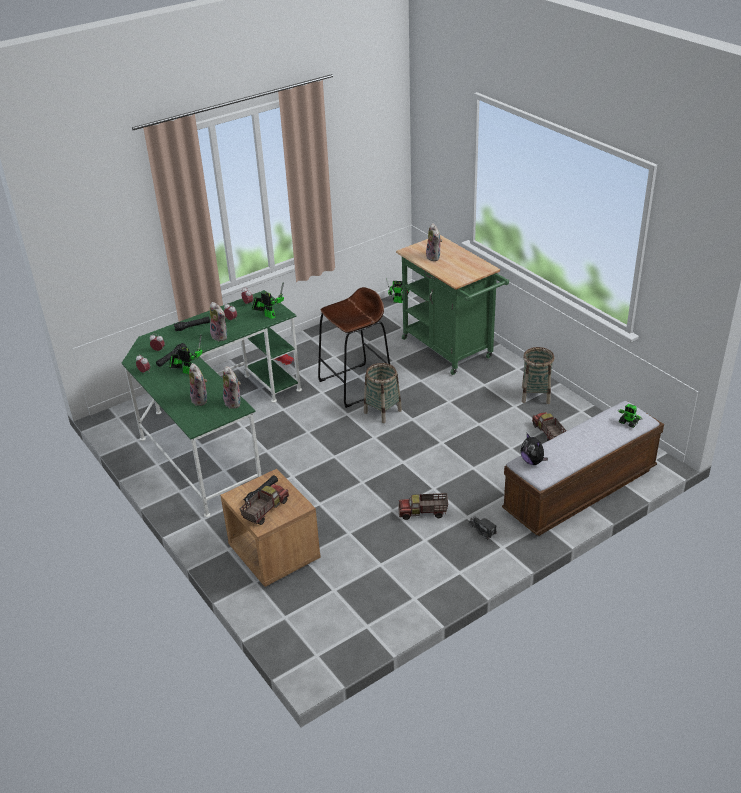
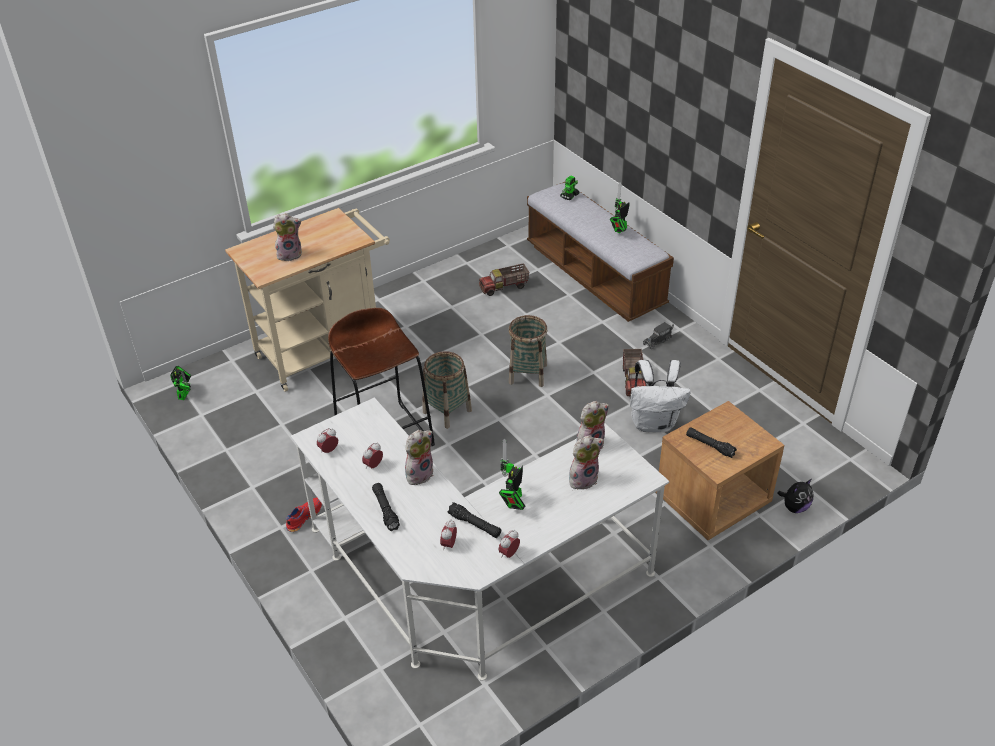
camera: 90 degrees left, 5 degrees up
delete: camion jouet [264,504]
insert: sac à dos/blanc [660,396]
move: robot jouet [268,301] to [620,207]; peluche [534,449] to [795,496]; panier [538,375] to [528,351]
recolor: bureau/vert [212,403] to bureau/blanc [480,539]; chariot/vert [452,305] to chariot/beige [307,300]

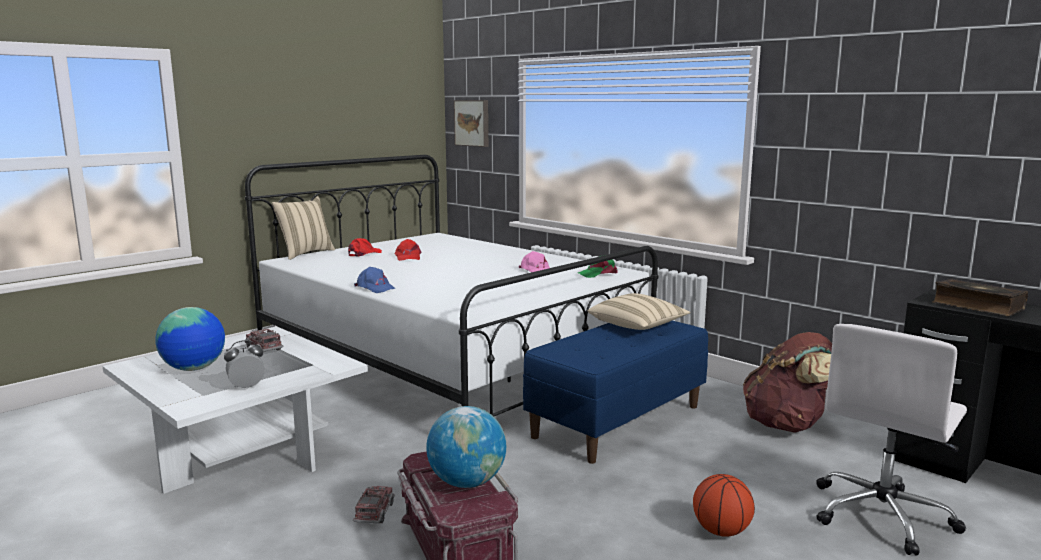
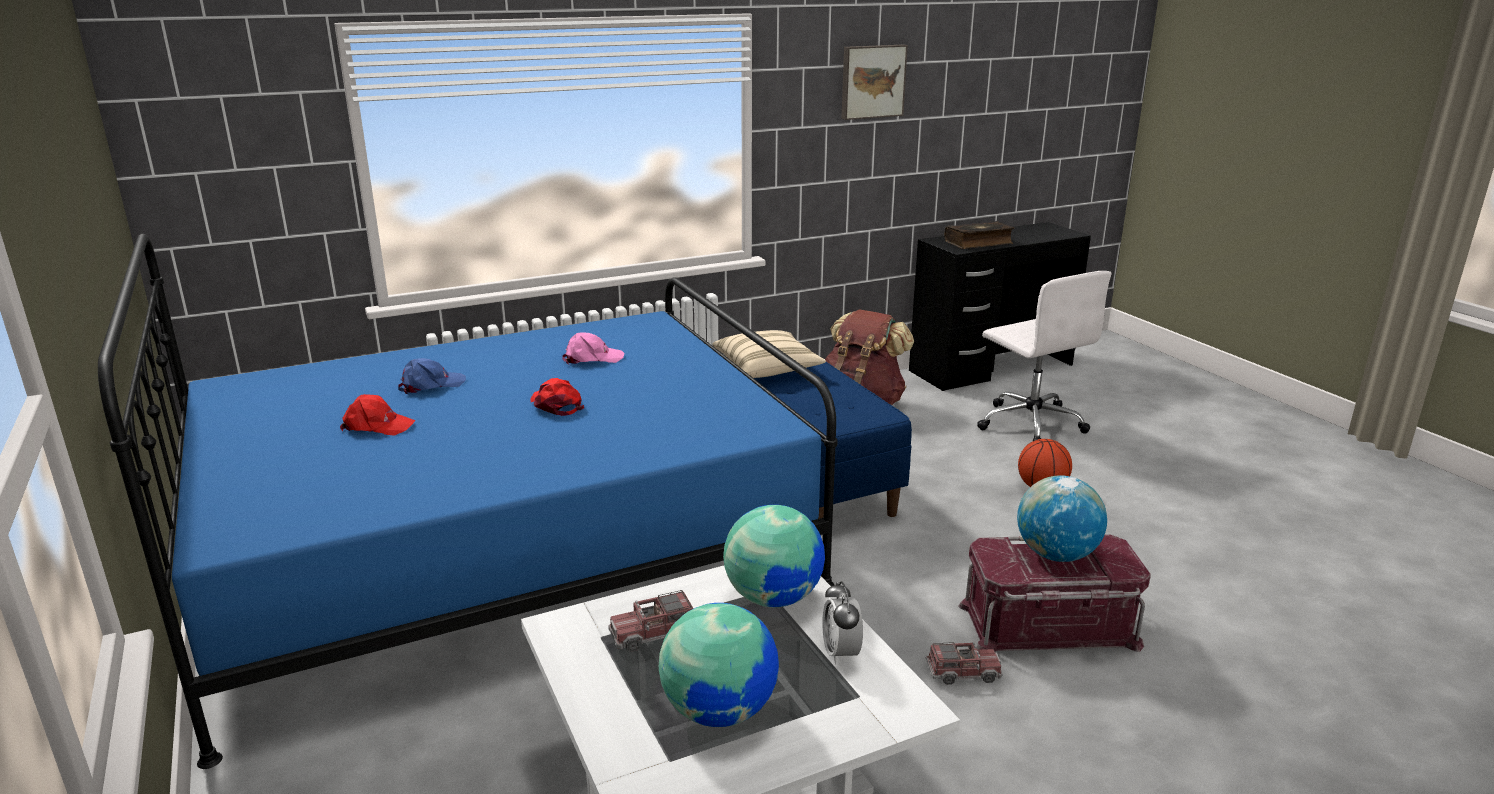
camera: 70 degrees left, 10 degrees up
delete: coussin/beige [303,228]; casquette/vert [598,266]
insert: globe [774,556]
move: casquette/rouge [365,247] to [557,397]; casquette/bleu [374,280] to [432,376]; tableau [471,123] to [874,82]
recolor: lit/blanc [451,285] to lit/bleu [468,501]
rotate: camion jouet [374,505] = [964,663] 150 degrees clockwise

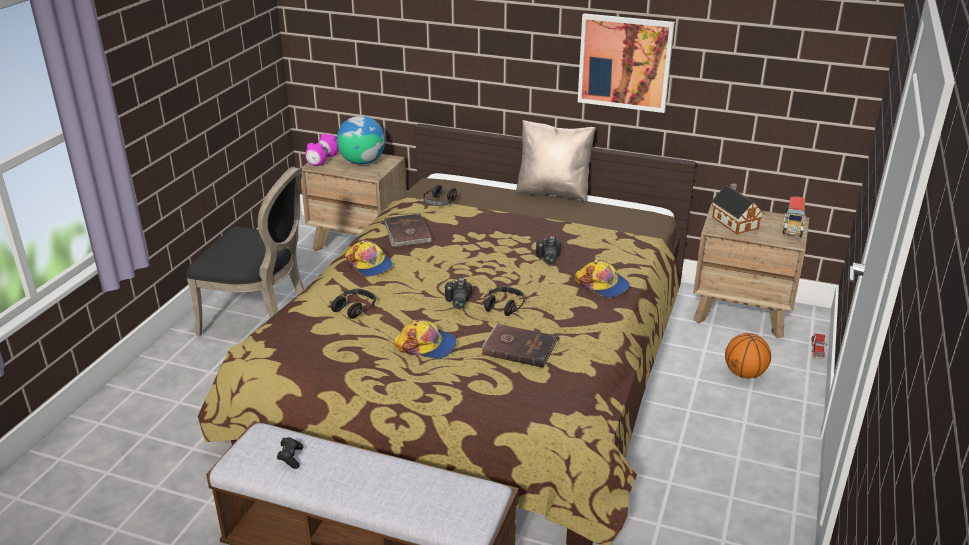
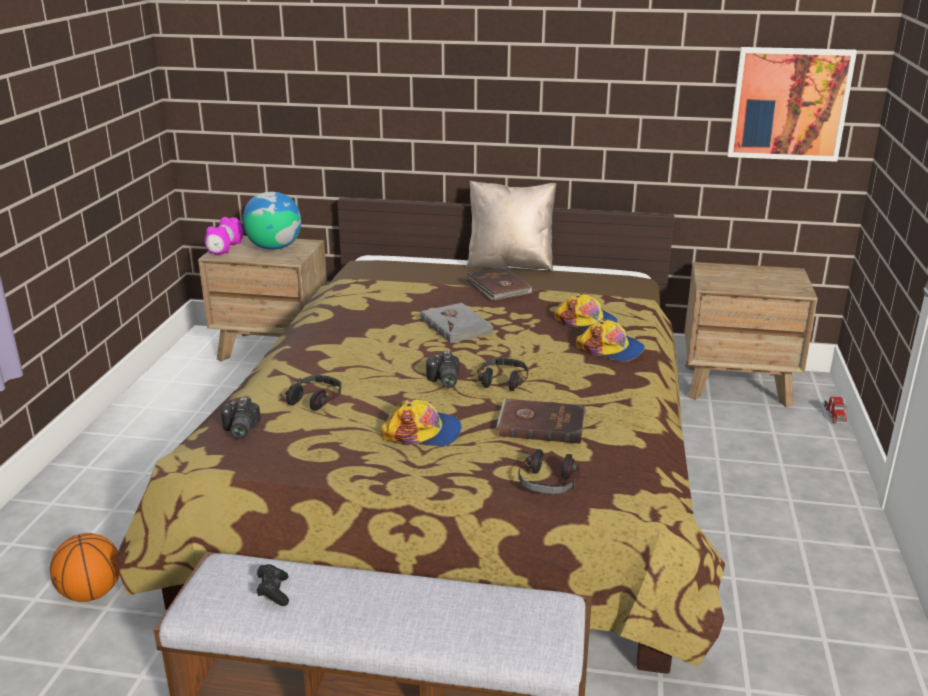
camera: 10 degrees left, 5 degrees down
delete: chaise/noir [245,251]; maison miniature [737,208]; camion jouet [794,216]
insert: livre/gris [457,323]
move: casquette [369,258] to [586,312]; livre/marron [408,230] to [499,284]; casque audio [440,195] to [549,471]; appareil photo [548,250] to [241,418]; tableau [626,63] to [792,104]; ballon de basket [748,355] to [85,567]

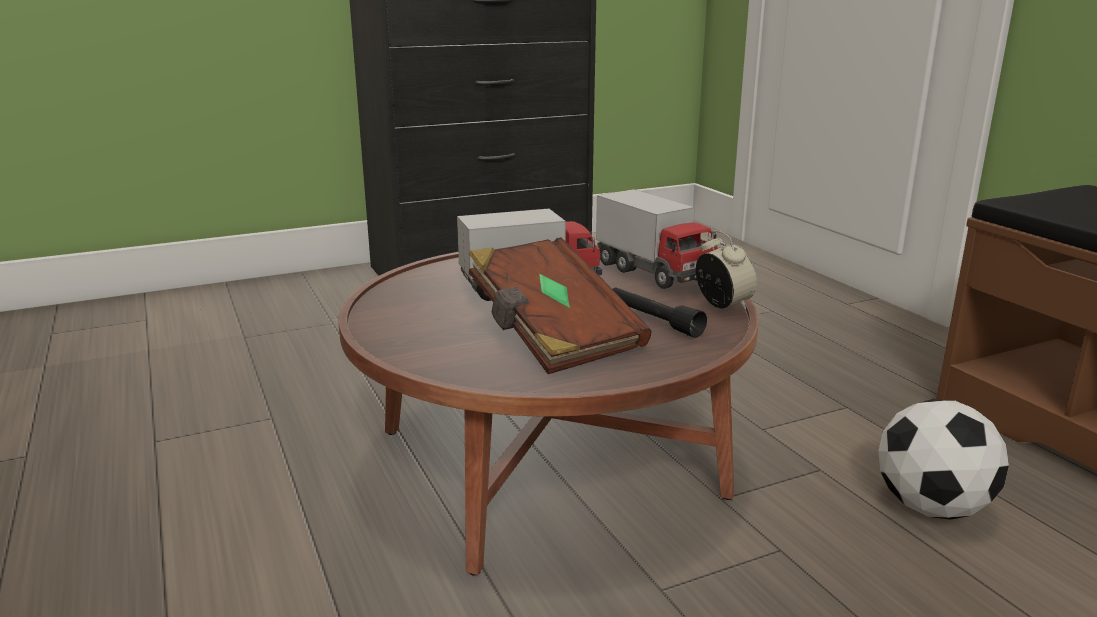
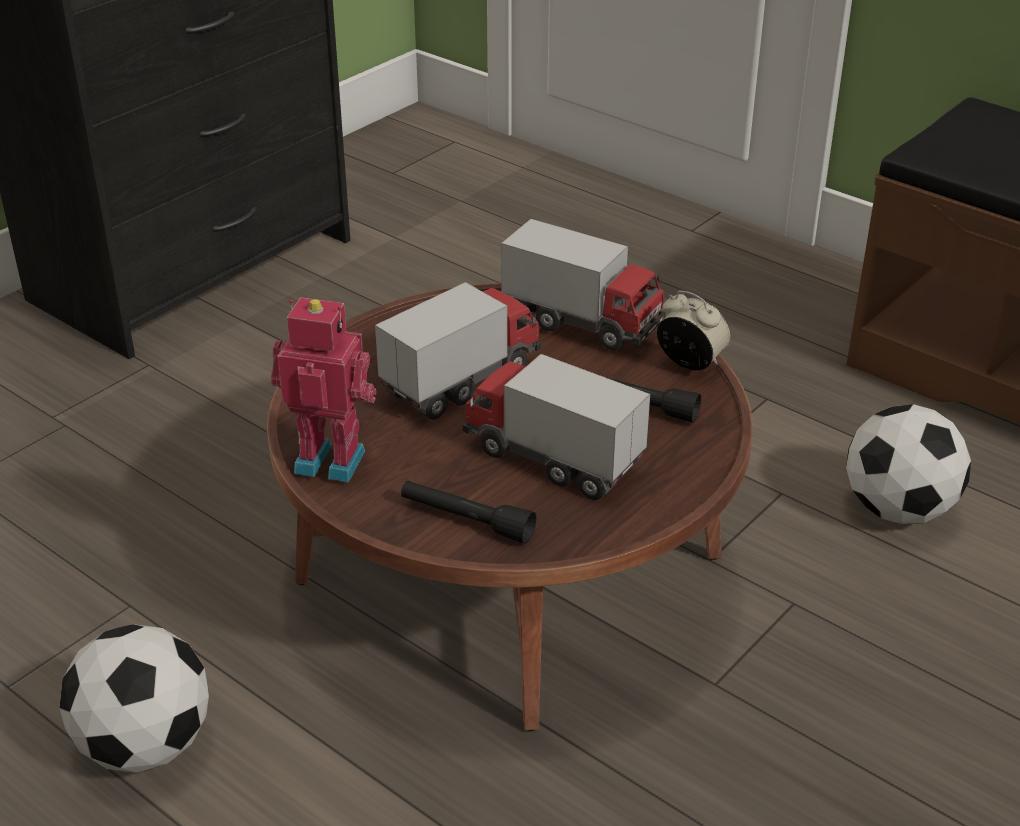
camera: 25 degrees left, 15 degrees up
insert: ballon de foot [134,698]; robot jouet [323,389]; lampe de poche/noir [468,512]
replace: livre/marron [560,305] to camion jouet [556,427]

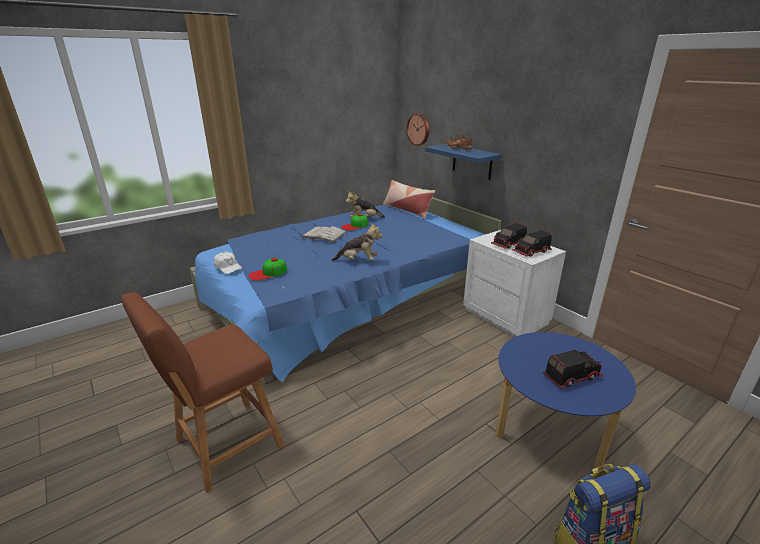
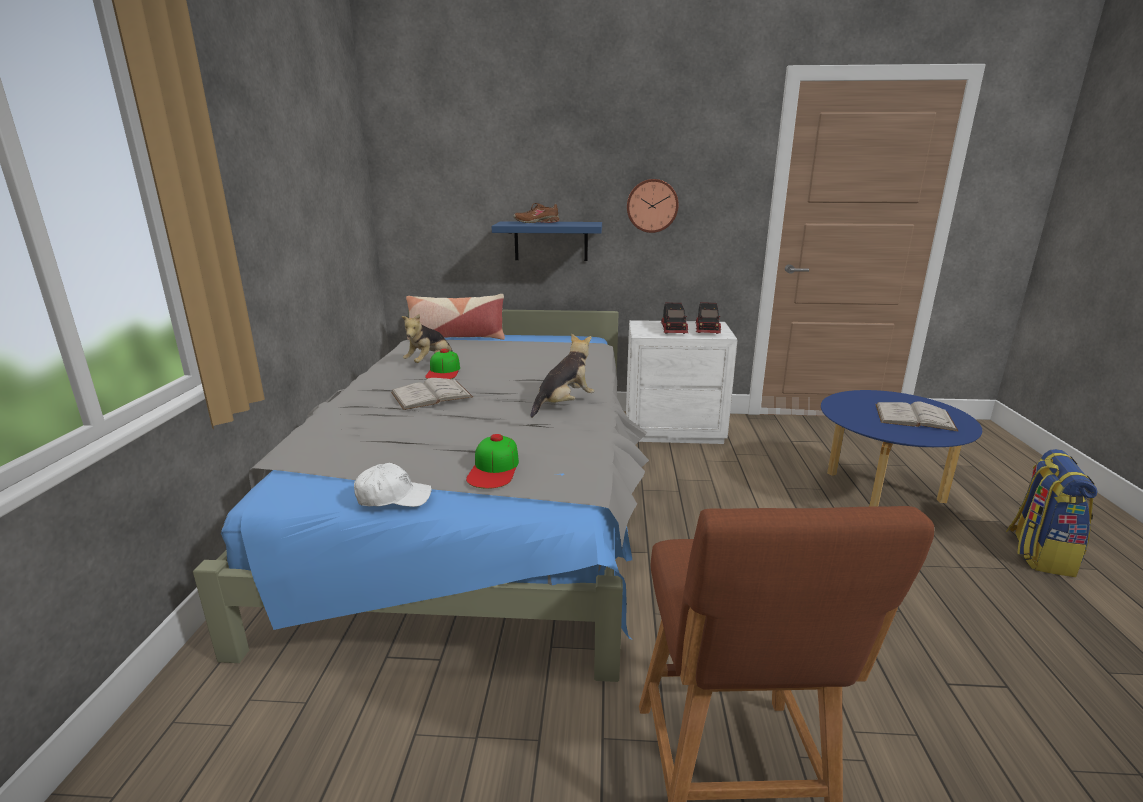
camera: 50 degrees left, 5 degrees down
move: horloge murale [417,129] to [653,206]
replace: camion jouet [573,369] to livre/blanc [916,416]
recolor: lit/bleu [345,292] to lit/gris [421,495]

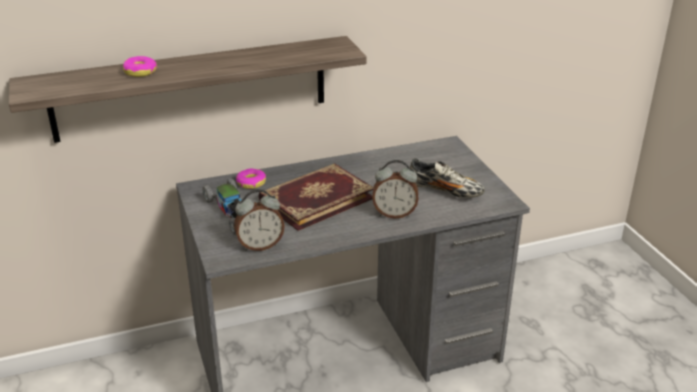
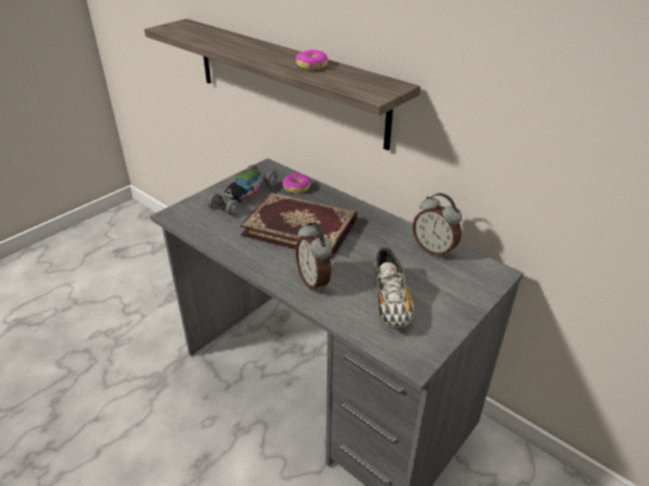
camera: 60 degrees right, 5 degrees up
move: beignet [140,66] to [312,60]; réveil [259,220] to [437,225]

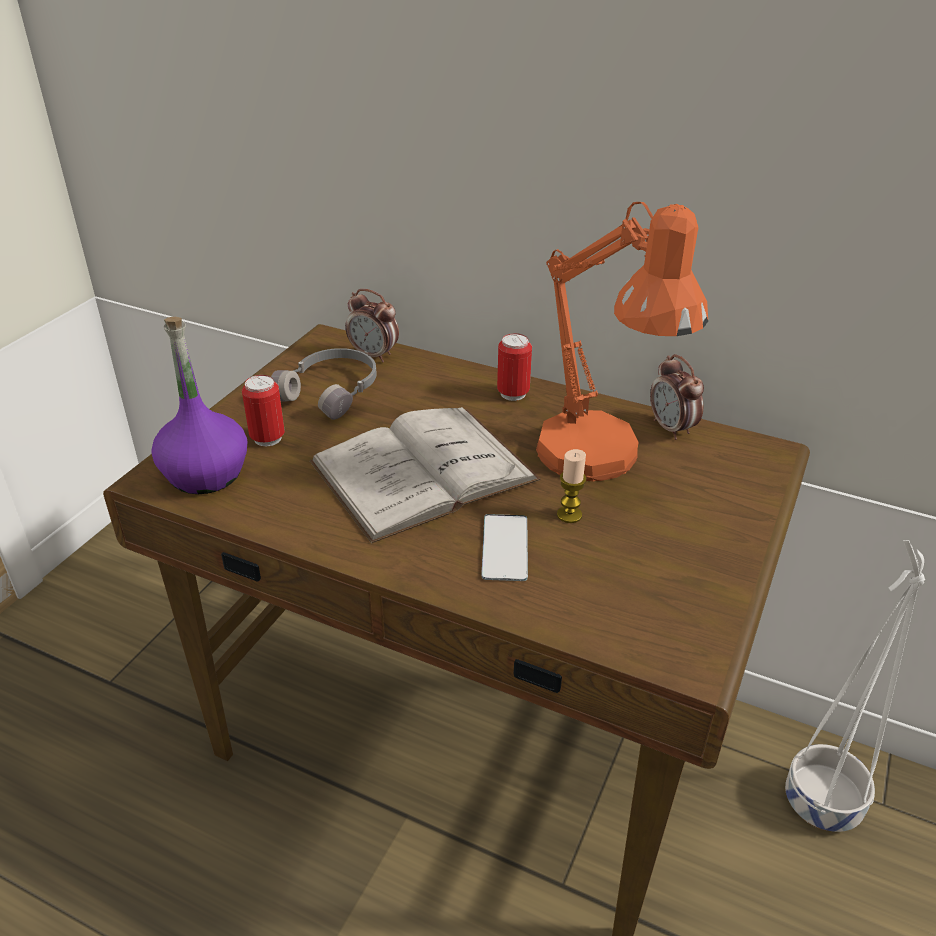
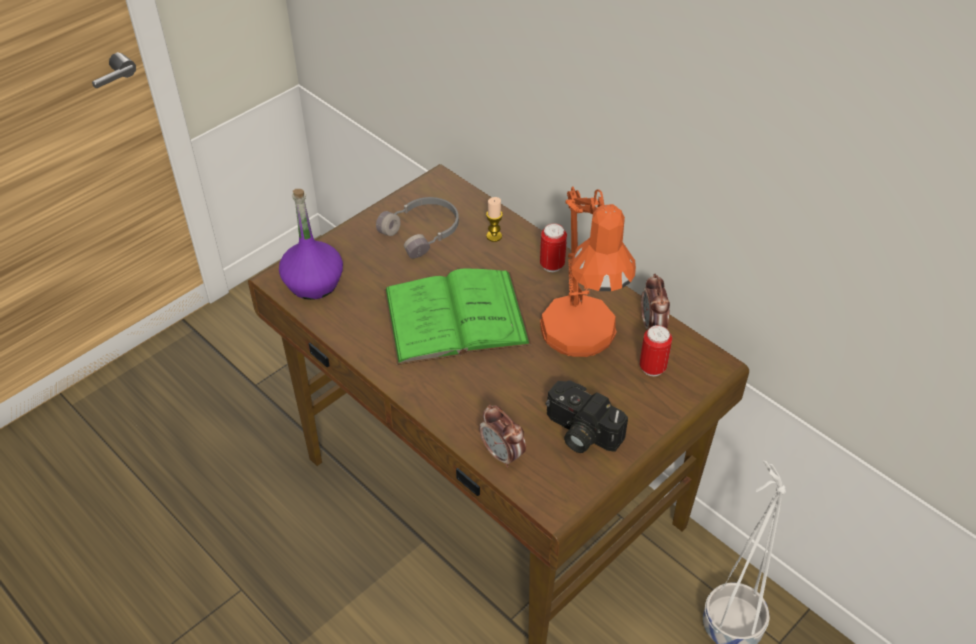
camera: 20 degrees right, 10 degrees up
delete: téléphone [504,547]
insert: appareil photo [587,416]
move: boîte métallique [263,411] to [656,350]; réveil [372,326] to [502,436]; bougie [571,486] to [494,219]
recolor: livre/blanc [425,475] to livre/vert [458,317]

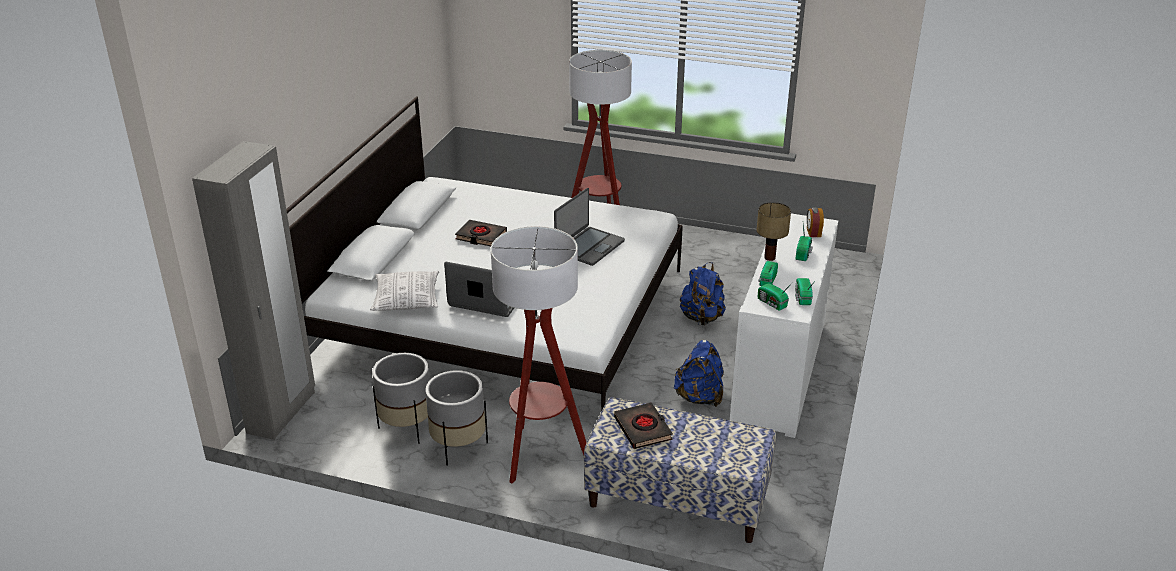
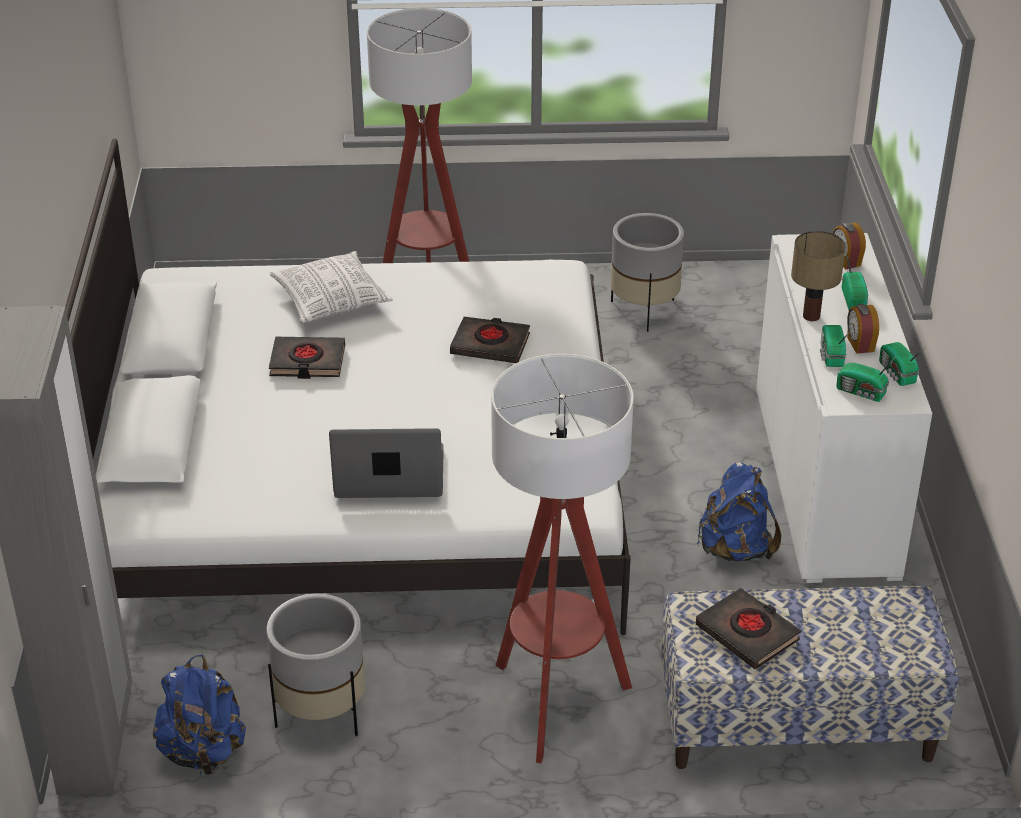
camera: 20 degrees left, 5 degrees up
insert: réveil [863,329]
move: coussin [404,291] to [331,287]; cache-pot/gris [456,418] to [647,272]; sac à dos/bleu [703,293] to [199,716]
replace: ordinateur portable [589,227] to livre/noir [490,340]

